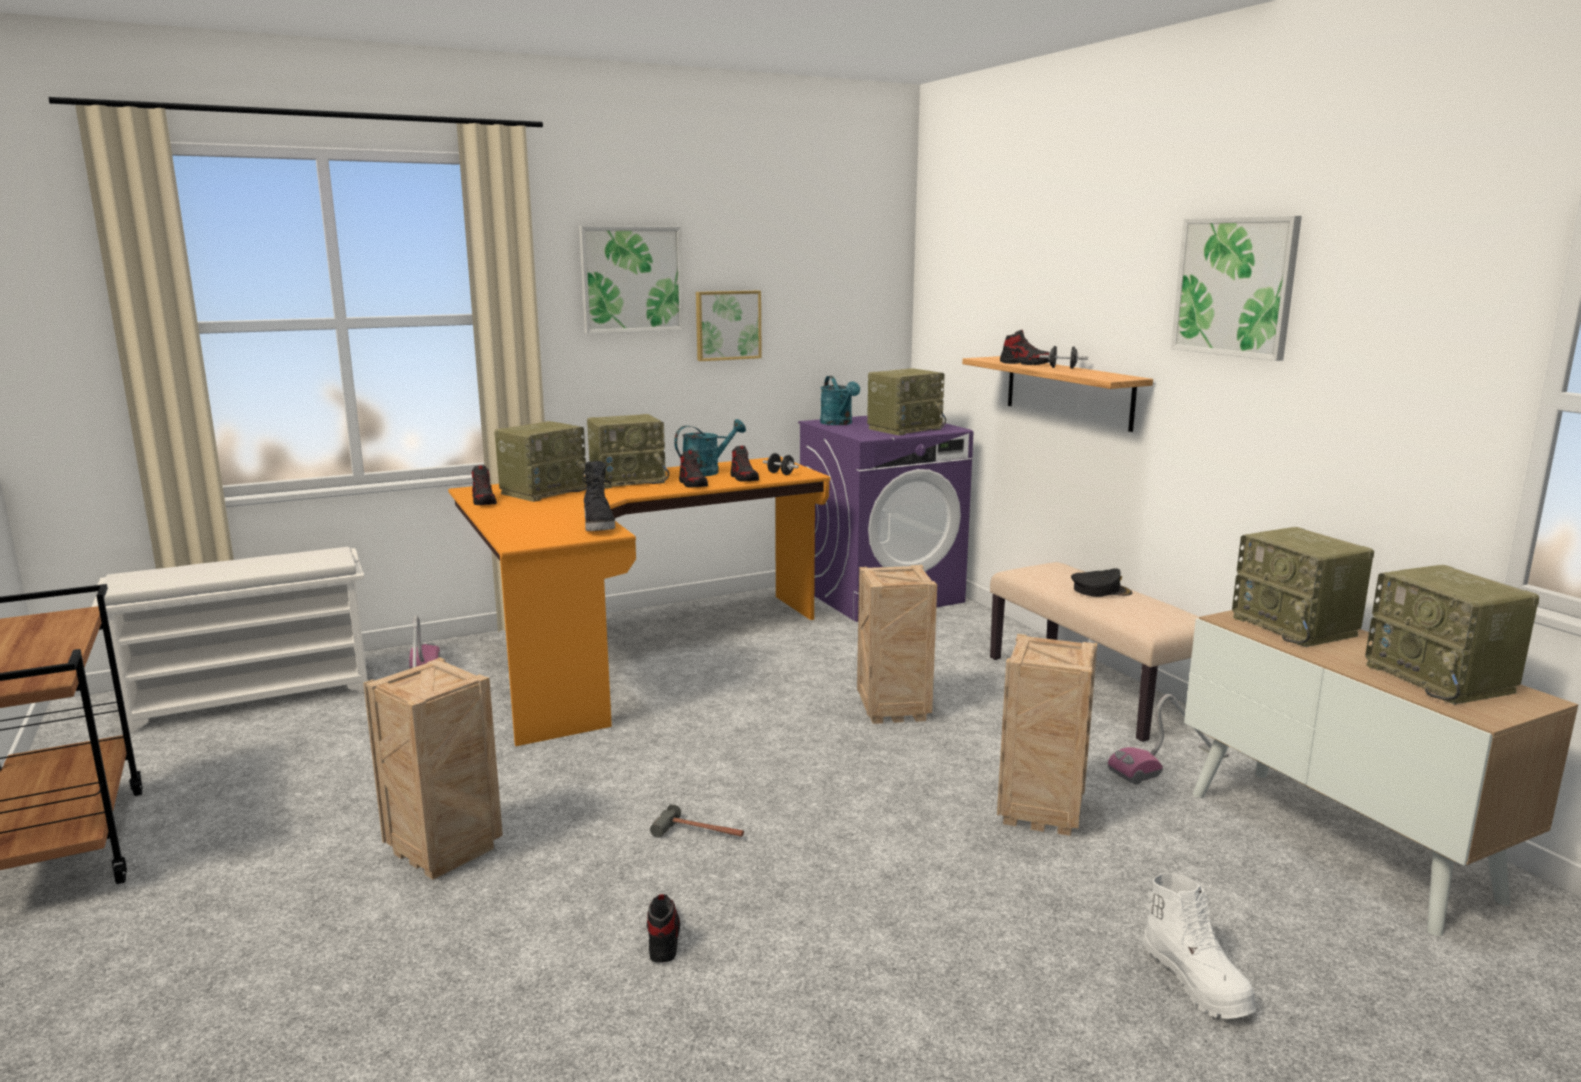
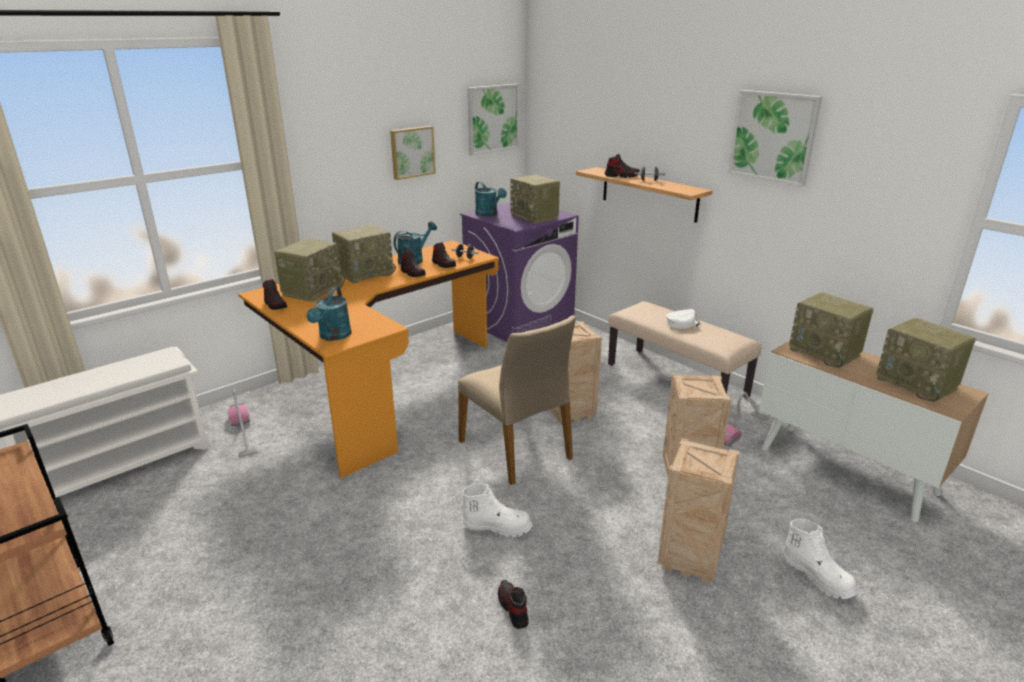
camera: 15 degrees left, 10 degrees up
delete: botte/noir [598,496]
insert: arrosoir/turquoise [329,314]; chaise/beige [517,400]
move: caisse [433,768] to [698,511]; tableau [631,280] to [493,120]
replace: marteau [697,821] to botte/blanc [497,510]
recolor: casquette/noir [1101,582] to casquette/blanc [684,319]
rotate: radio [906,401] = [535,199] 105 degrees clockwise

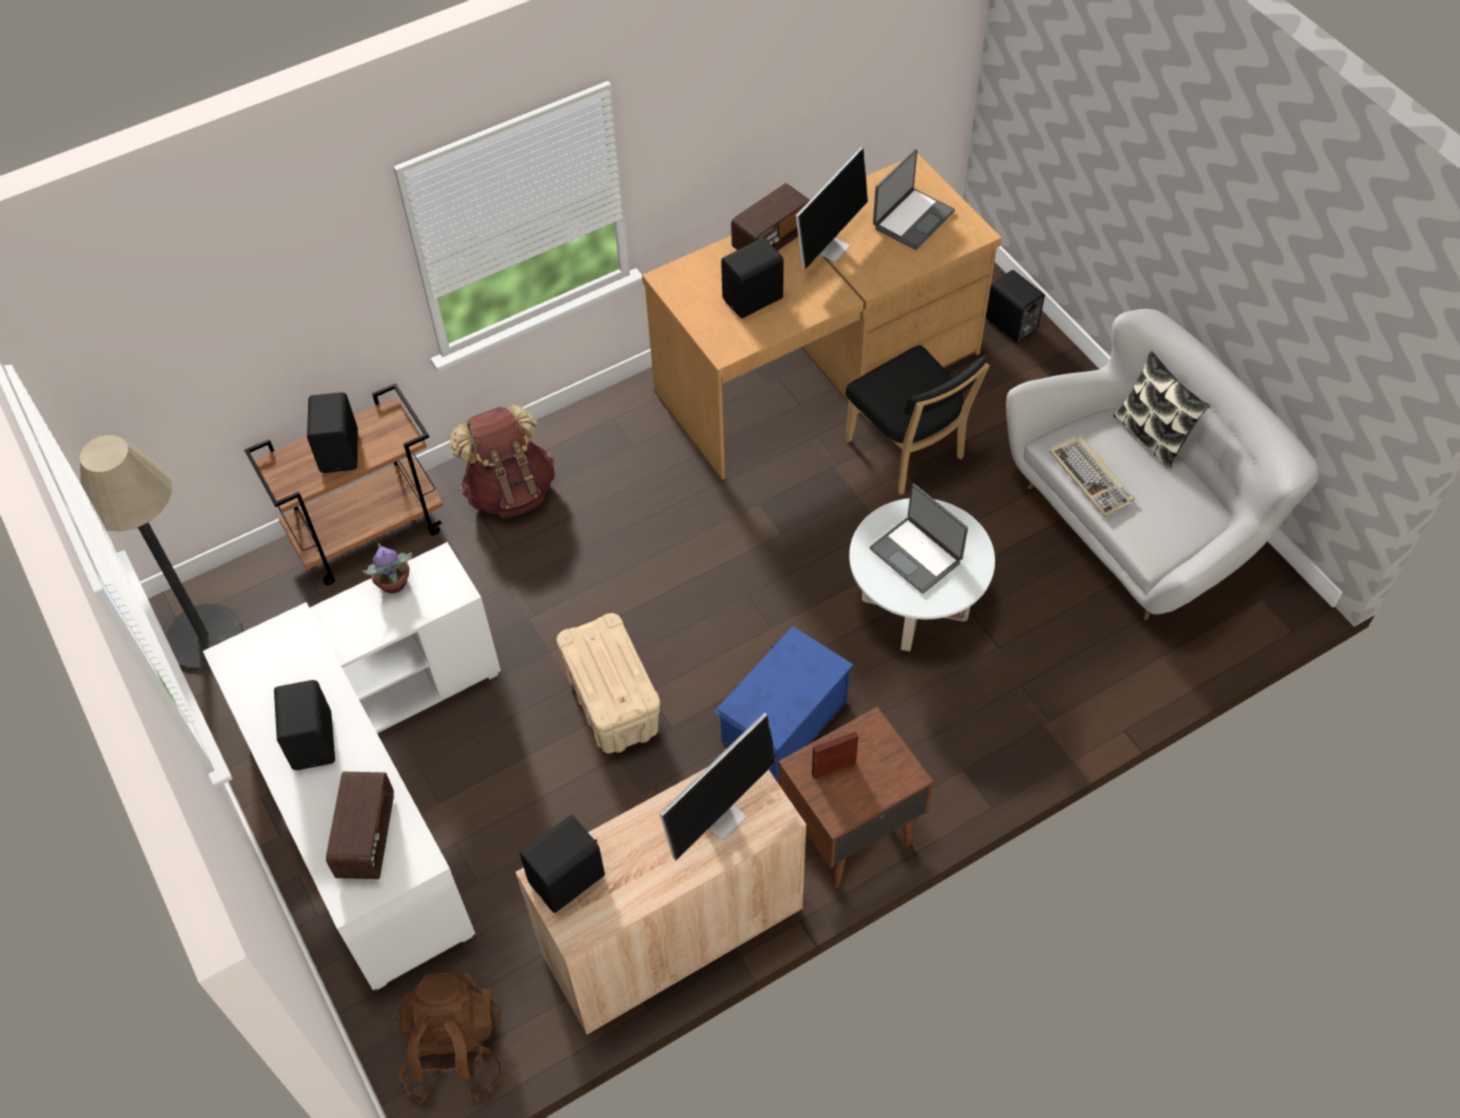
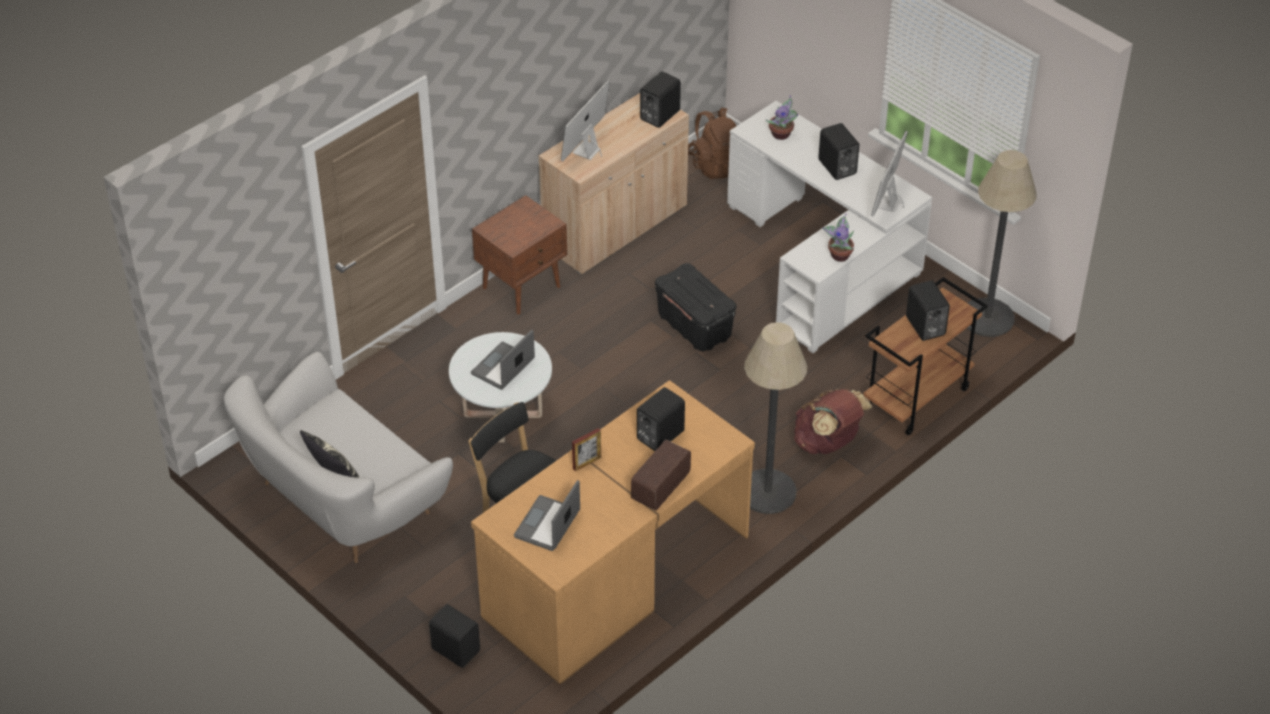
camera: 165 degrees right, 10 degrees down
delete: boîte de rangement/bleu [783,703]; clavier [1092,477]
insert: lampadaire [775,418]
move: écran d'ordinateur [832,208] to [889,173]; cadre photo [835,755] to [586,449]
replace: radio [360,825] to plante en pot [782,117]
recolor: boîte de rangement/beige [608,683] to boîte de rangement/noir [695,307]
rotate: ordinateur portable [919,538] = [503,360] 90 degrees counterclockwise

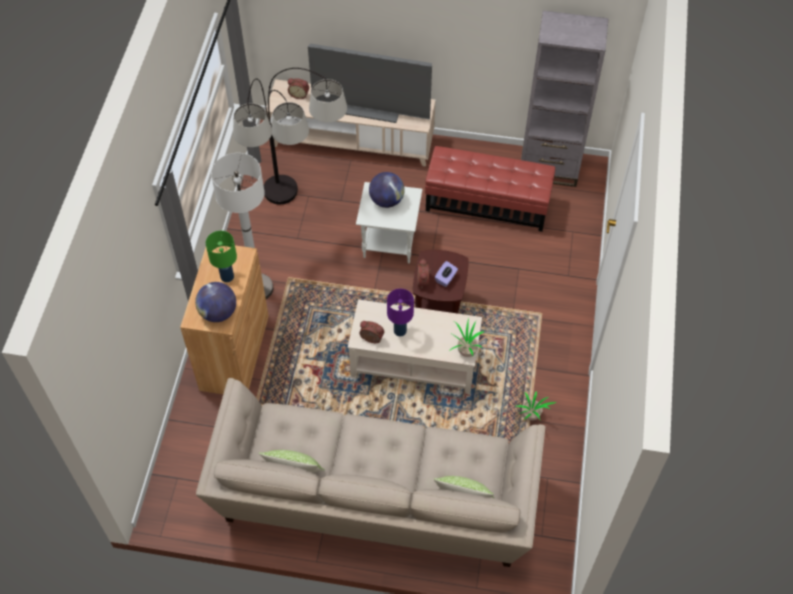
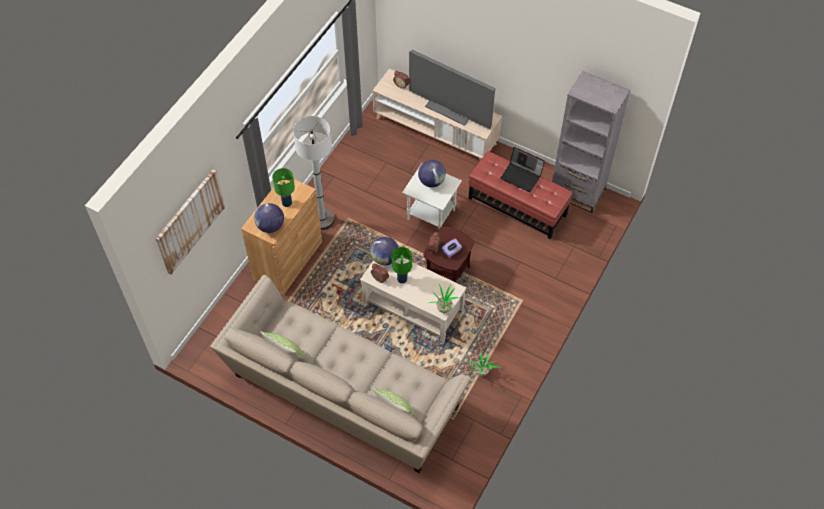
camera: 20 degrees right, 0 degrees up
delete: lampadaire [290,136]
insert: tableau [190,222]; globe [384,251]; ordinateur portable [522,169]
recolor: lampe de table/violet [400,312] to lampe de table/vert [402,265]

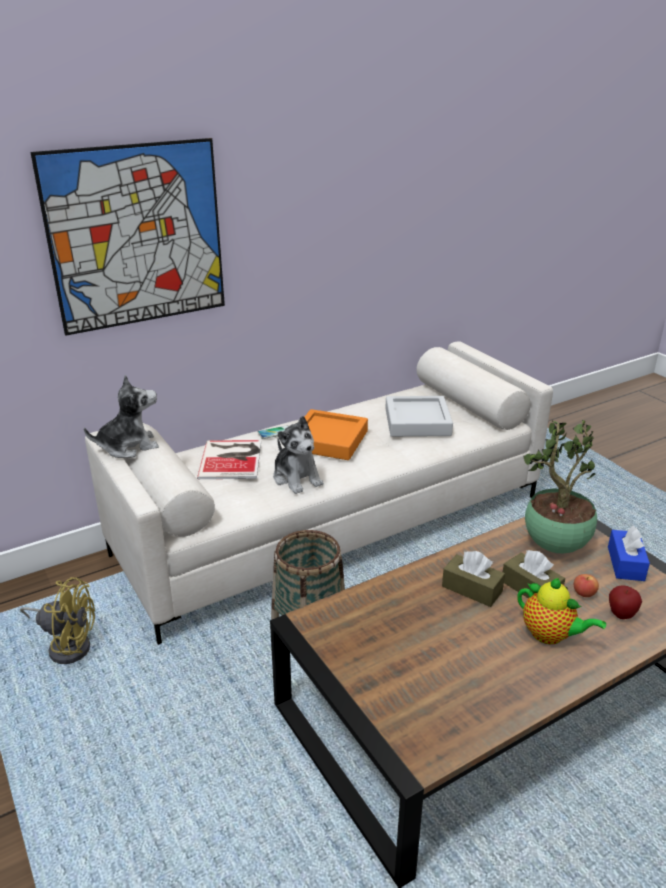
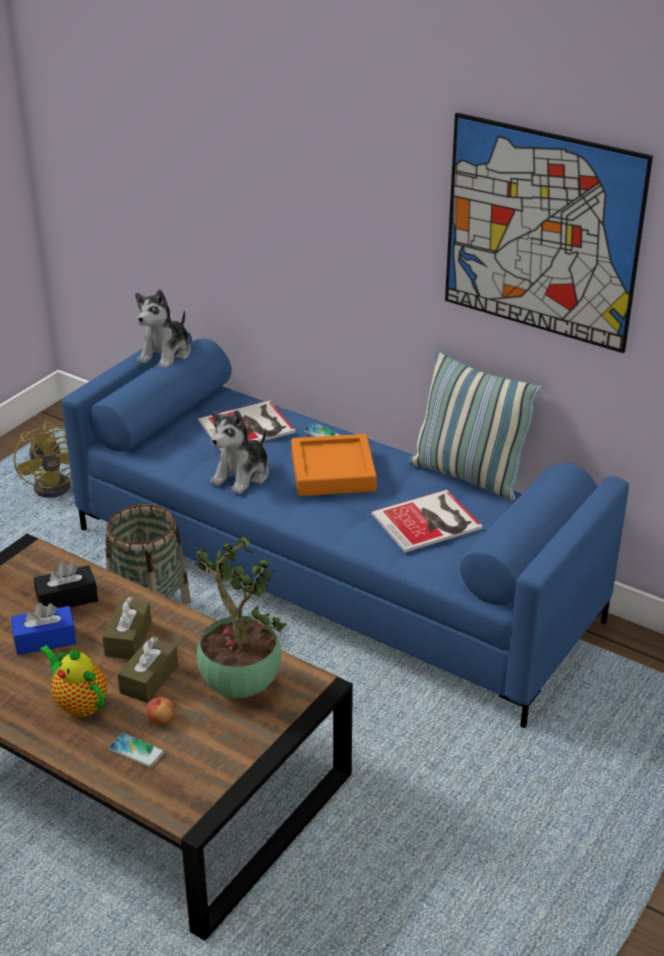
camera: 65 degrees right, 5 degrees up
insert: boîte à mouchoirs/noir [66,585]; coussin [476,425]
move: tableau [127,237] to [549,233]; boîte à mouchoirs/bleu [629,553] to [43,629]
replace: plateau/gris [419,416] to livre [426,521]; pomme [625,602] to téléphone [136,750]
recolor: canapé/blanc [319,493] to canapé/bleu [345,529]
rotate: peluche [121,416] = [163,328] 75 degrees clockwise; théière [561,611] = [73,681] 120 degrees clockwise

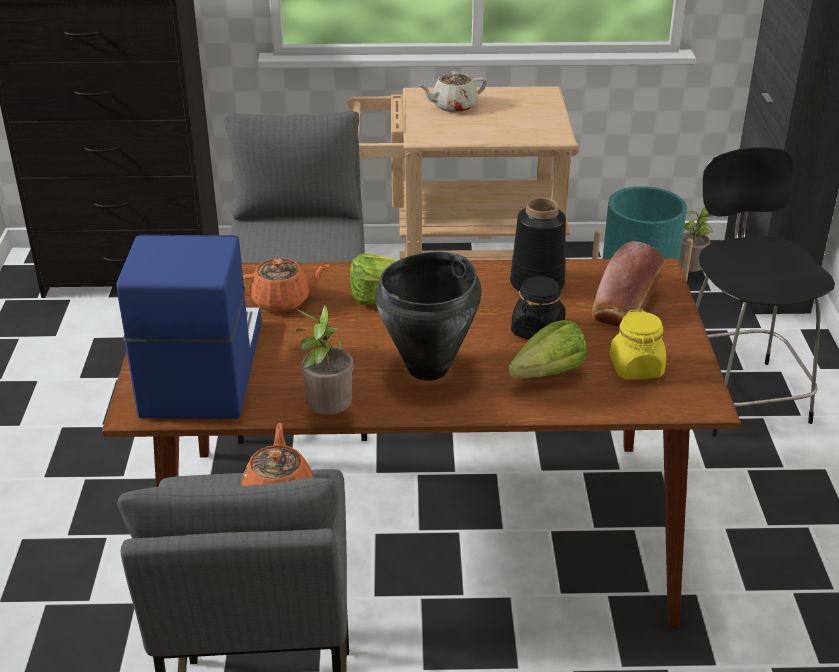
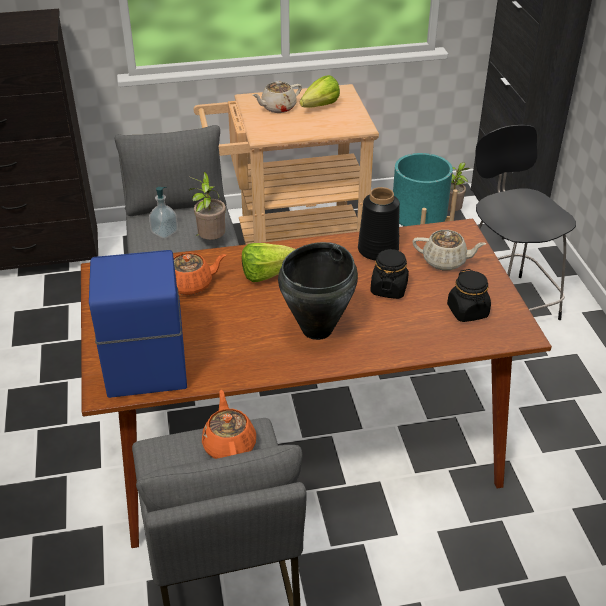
camera: 10 degrees left, 5 degrees up
insert: distributeur de savon [163,213]
move: plante en pot [325,359] to [207,206]; laitue [547,349] to [320,91]
replace: pain [628,284] to théière/beige [449,250]
recolor: bocal/jaune [638,344] to bocal/noir [469,295]

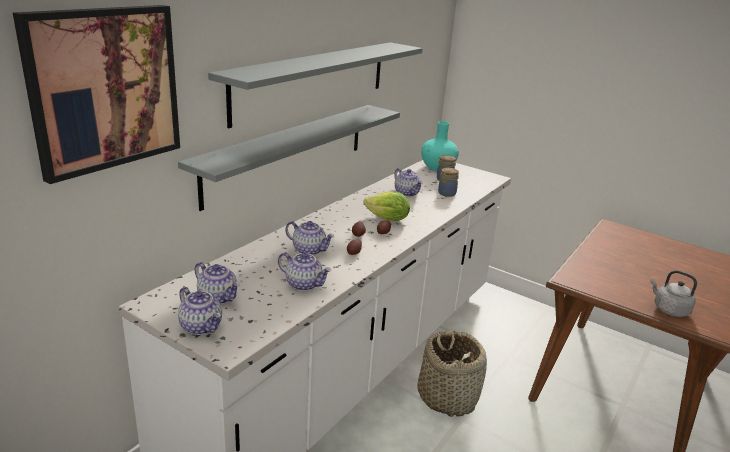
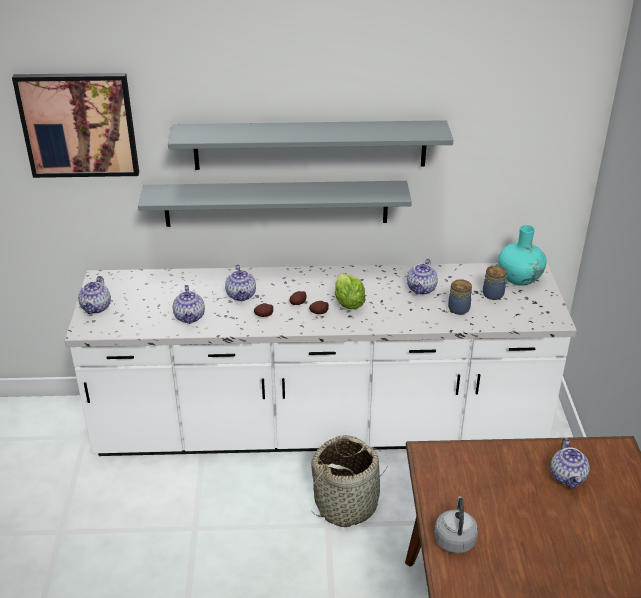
camera: 55 degrees right, 10 degrees up
move: théière [217,283] to [570,463]

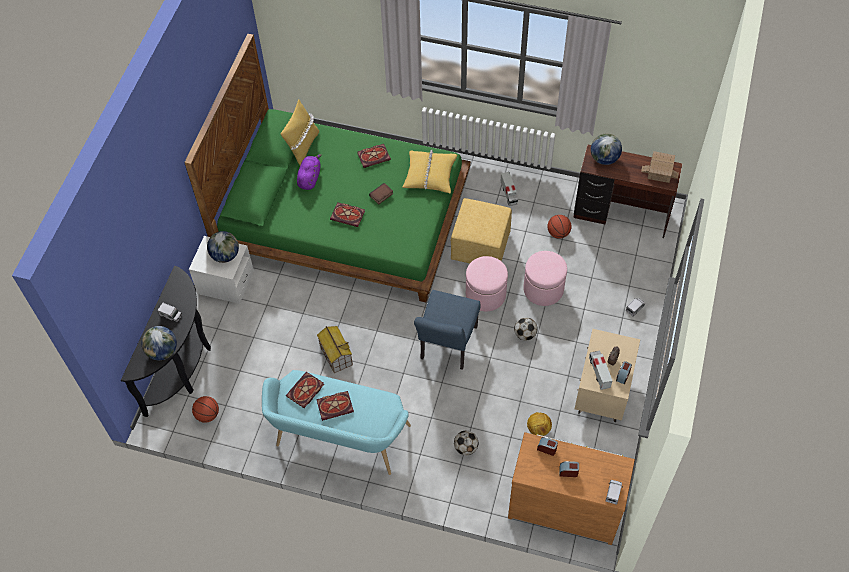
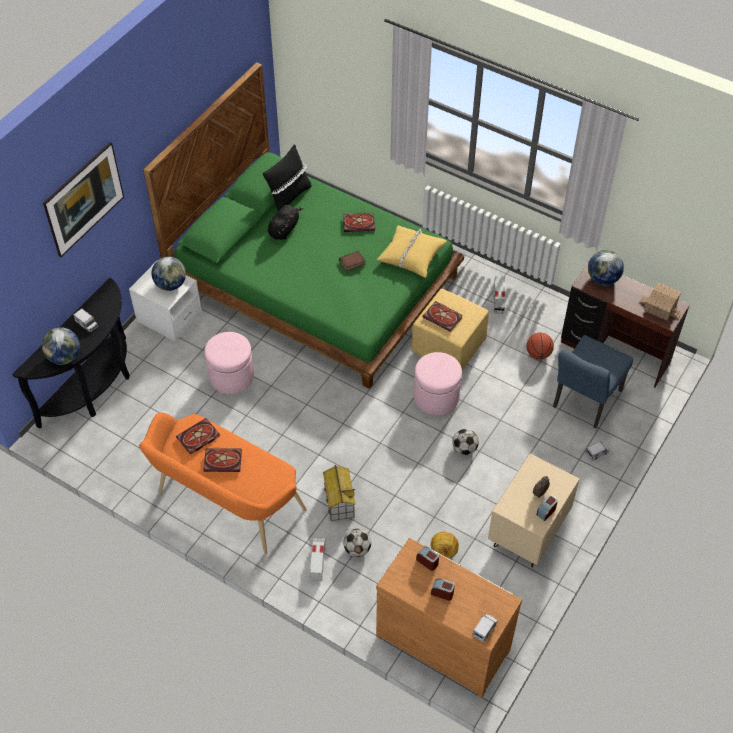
camera: 15 degrees right, 5 degrees down
delete: ballon de basket [205,409]
insert: tableau [83,199]
move: maison miniature [335,349] to [339,493]; livre [347,214] to [442,316]; chaise/bleu [447,330] to [593,381]; pouf/rose [545,278] to [229,363]; camion jouet [601,370] to [317,559]
recolor: banc/turquoise [336,422] to banc/orange [223,483]; coussin/jaune [299,132] to coussin/noir [287,177]; peluche/violet [309,172] to peluche/noir [286,222]

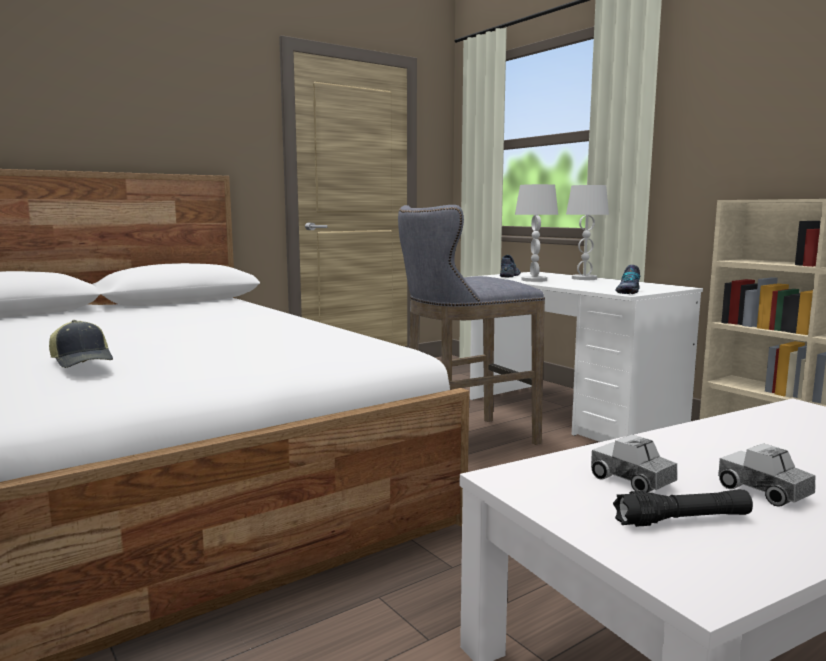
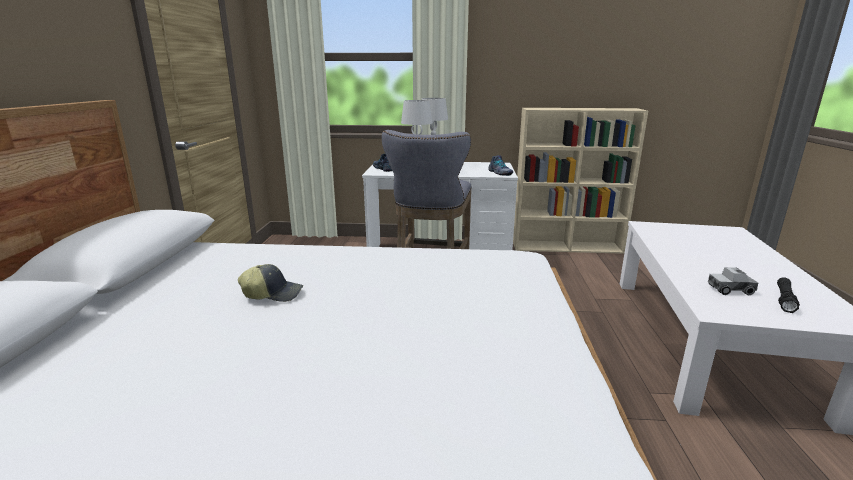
camera: 50 degrees left, 10 degrees up
delete: camion jouet [766,475]
move: casquette [81,344] to [270,283]

